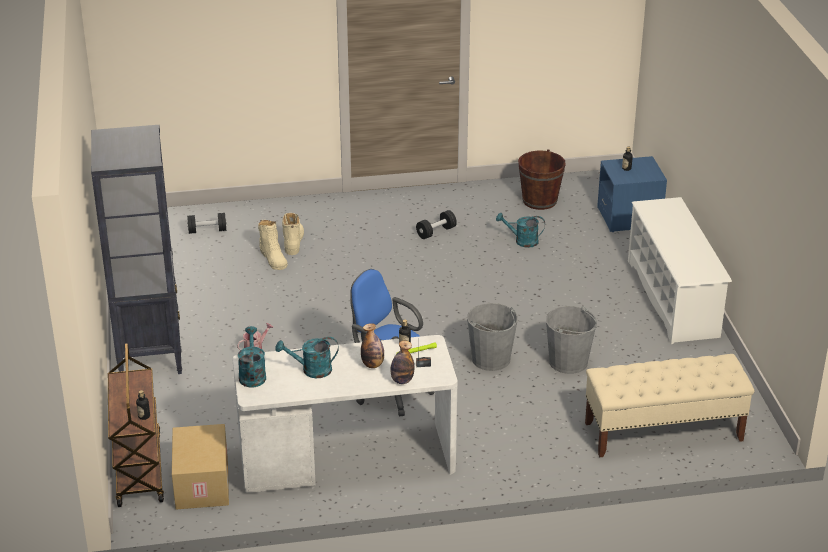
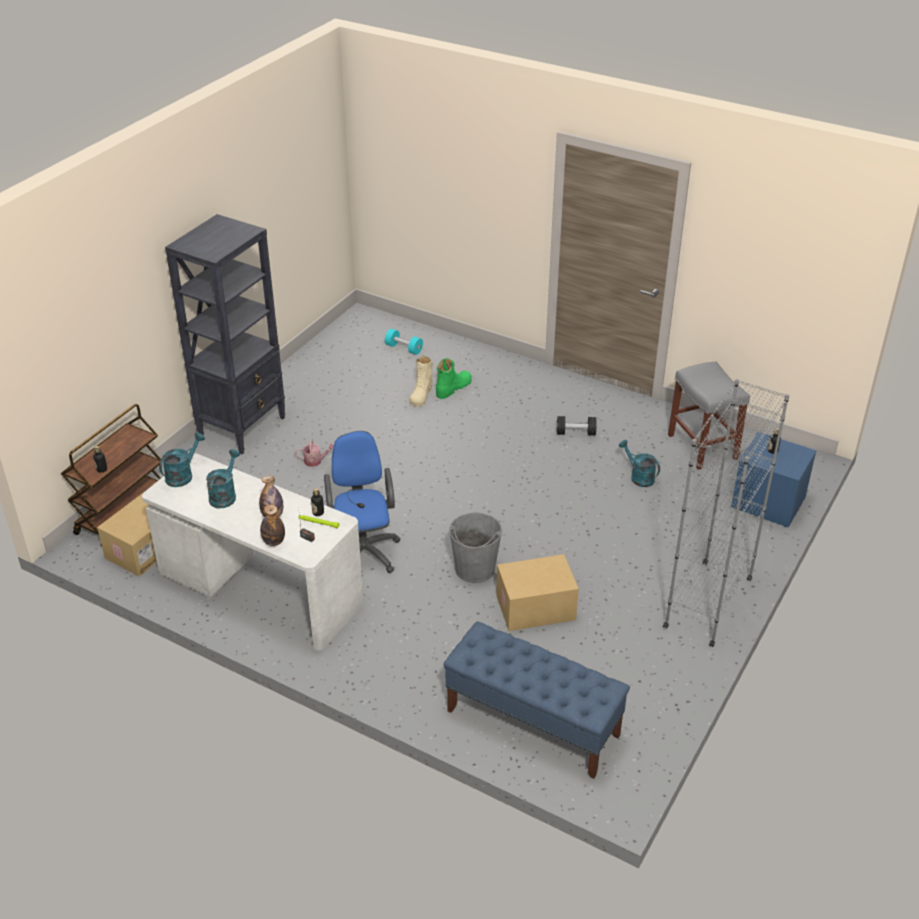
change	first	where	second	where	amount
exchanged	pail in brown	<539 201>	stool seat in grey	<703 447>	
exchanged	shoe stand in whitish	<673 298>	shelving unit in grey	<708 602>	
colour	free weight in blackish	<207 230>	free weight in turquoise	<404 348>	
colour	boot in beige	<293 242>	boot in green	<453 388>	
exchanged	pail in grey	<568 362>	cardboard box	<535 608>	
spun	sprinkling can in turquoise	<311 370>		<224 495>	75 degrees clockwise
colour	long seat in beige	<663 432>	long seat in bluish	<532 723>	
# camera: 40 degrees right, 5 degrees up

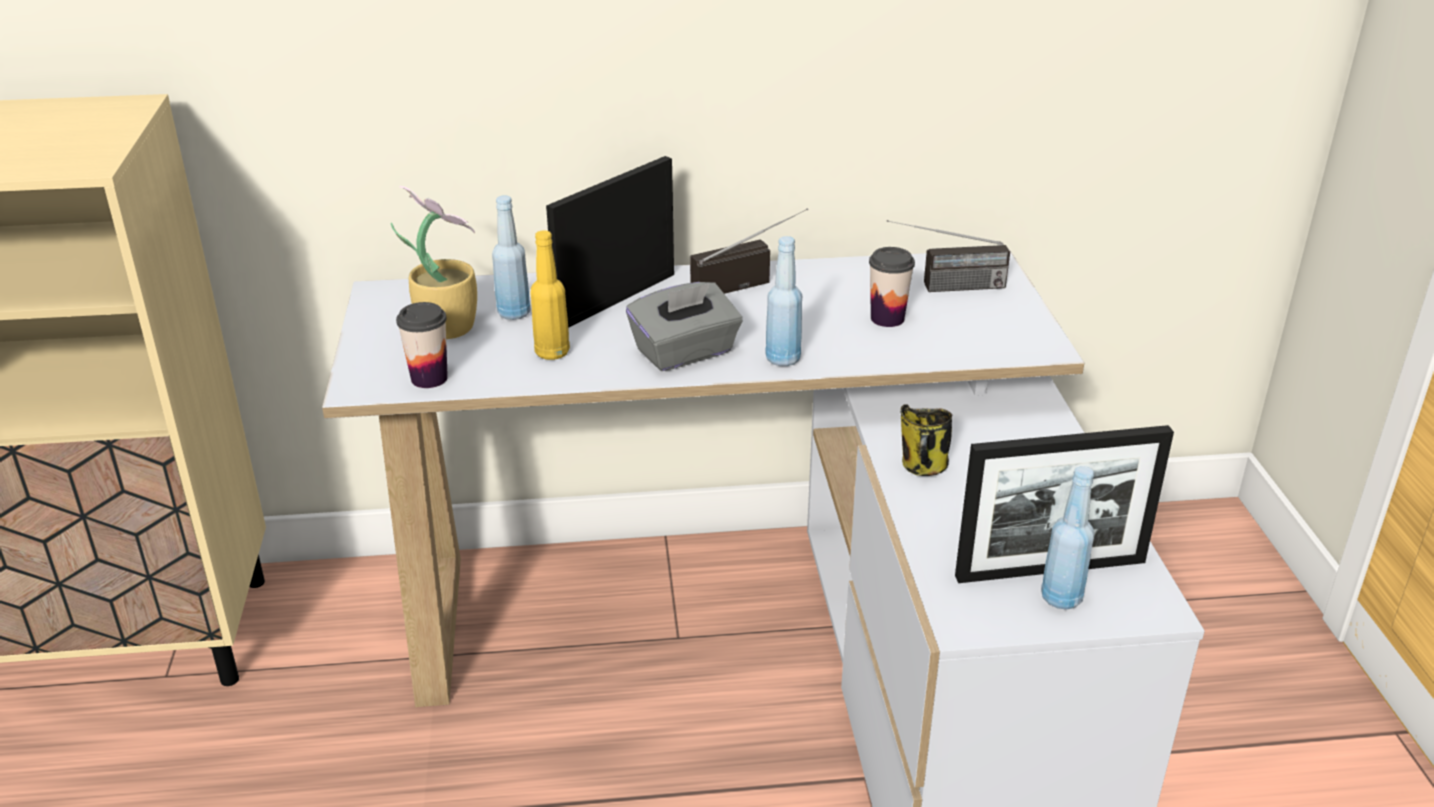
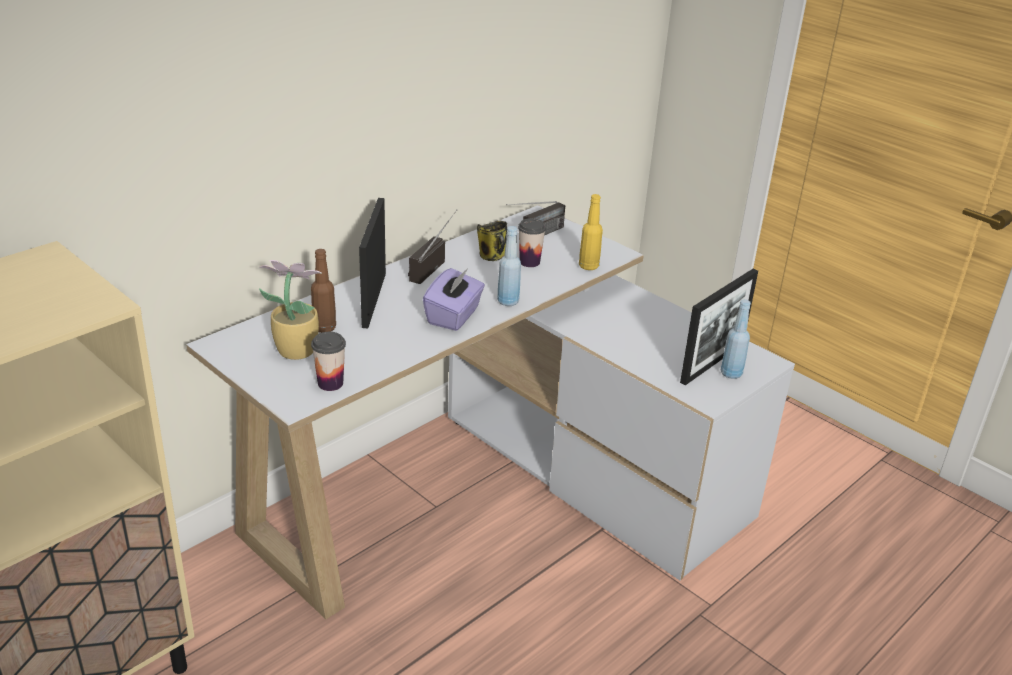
change	first	where	second	where	amount
colour	beverage bottle in bluish	<514 313>	beverage bottle in brown	<324 328>	
relocated	beverage bottle in yellowish	<552 353>		<588 266>	
colour	tissue holder in grey	<685 353>	tissue holder in purple	<454 316>	
relocated	mug	<924 467>		<493 257>	
# camera: 40 degrees left, 0 degrees up

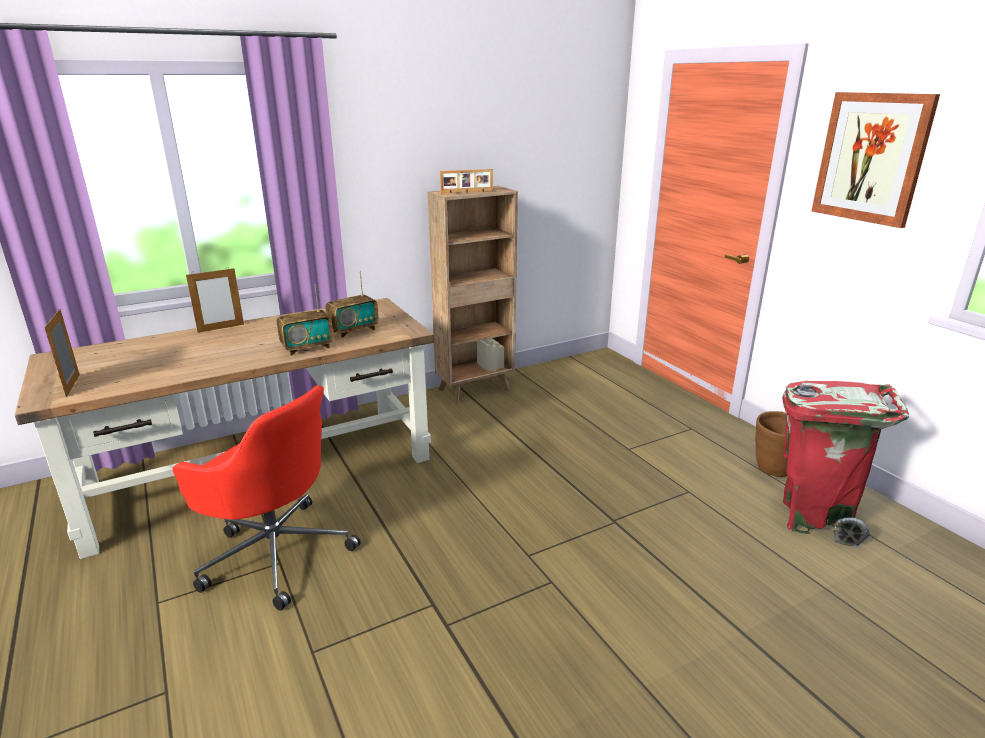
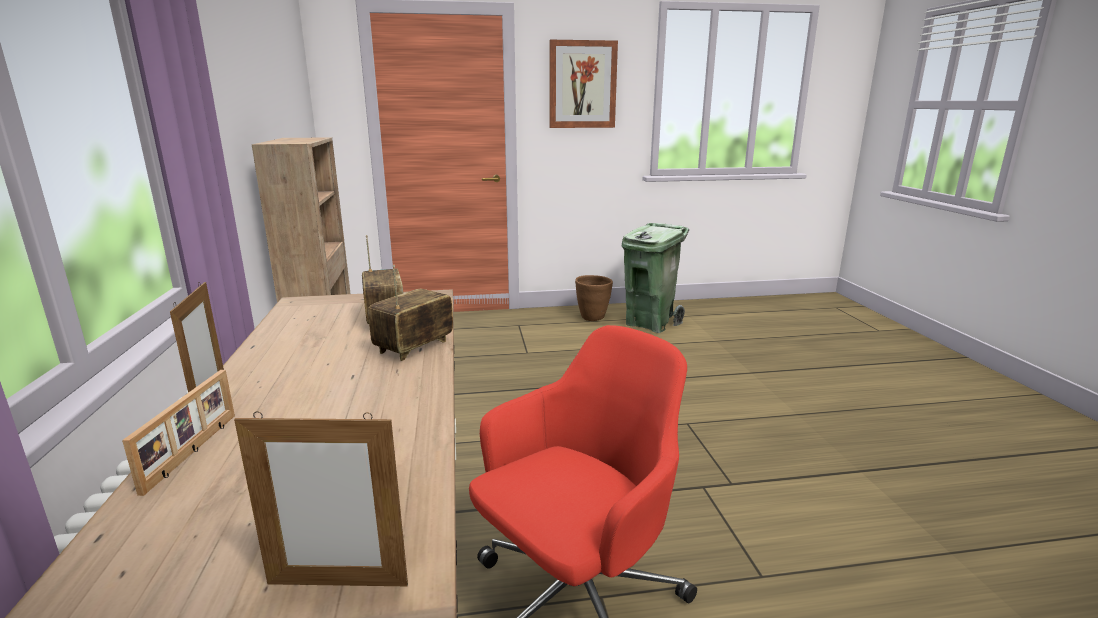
change	first	where	second	where	amount
relocated	picture frame	<467 192>		<193 451>	
spun	radio	<307 348>		<414 347>	135 degrees counterclockwise
colour	rubbish bin in red-coloured	<814 518>	rubbish bin in green	<650 323>	
# camera: 70 degrees left, 5 degrees down

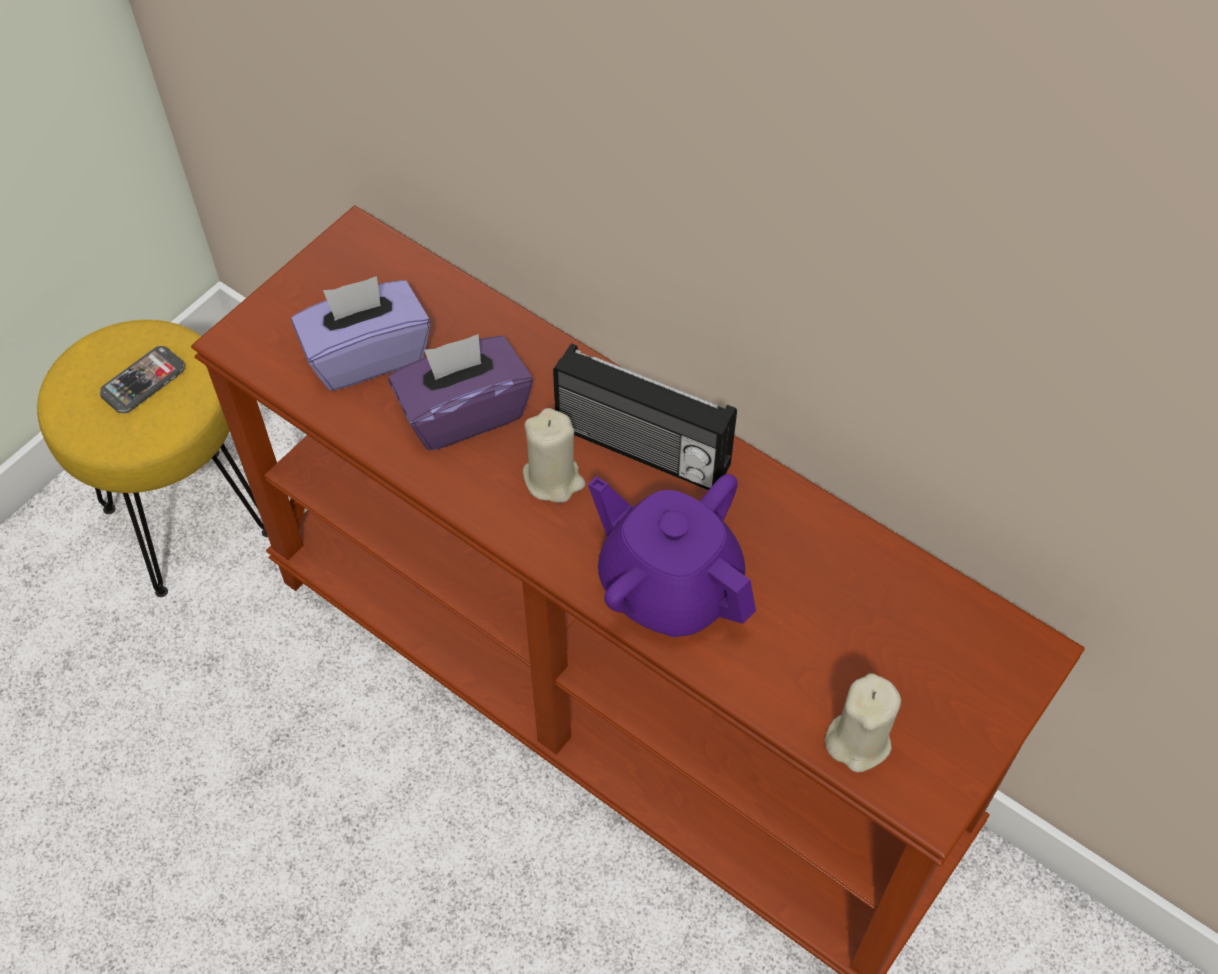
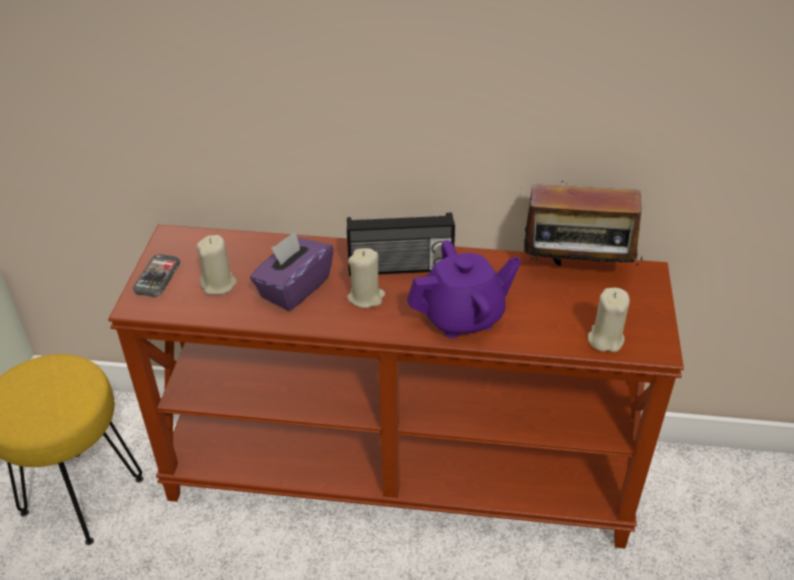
change	first	where	second	where	amount
exchanged	tissue holder in purple	<366 355>	wax candle in beige	<219 284>	
relocated	handset	<143 381>		<157 277>	
spun	pot for tea in purple	<669 586>		<463 317>	150 degrees clockwise
appeared			radio	<576 271>	
# camera: 30 degrees left, 15 degrees down

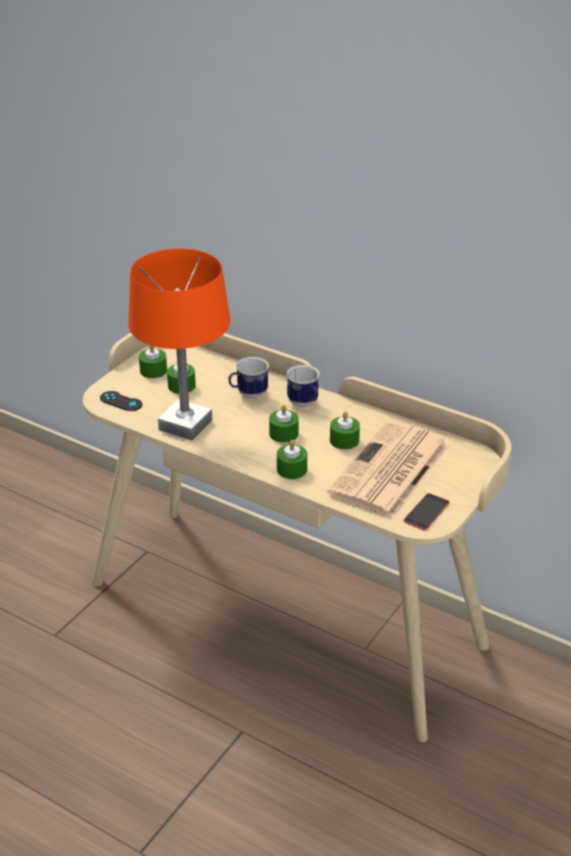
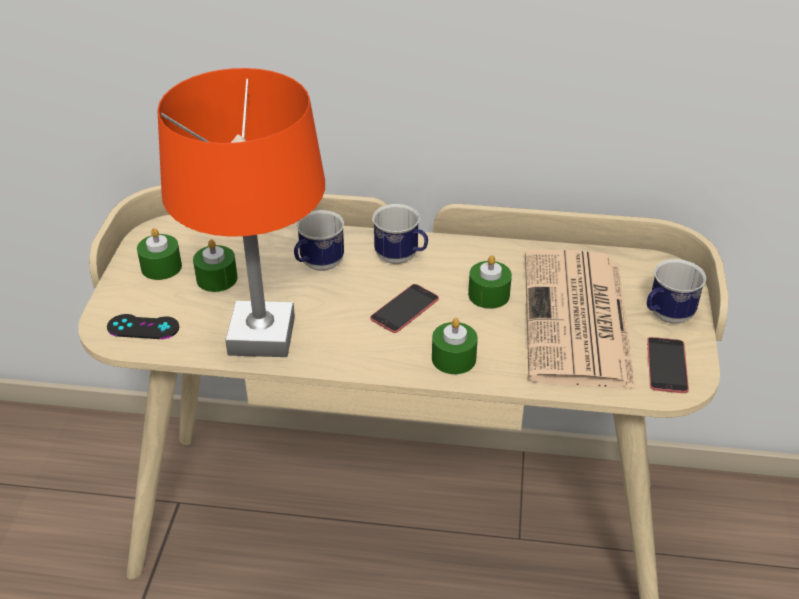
change	first	where	second	where	amount
exchanged	wax candle in green	<283 433>	handset	<404 309>	
appeared			mug	<665 317>	
# camera: 25 degrees left, 5 degrees up

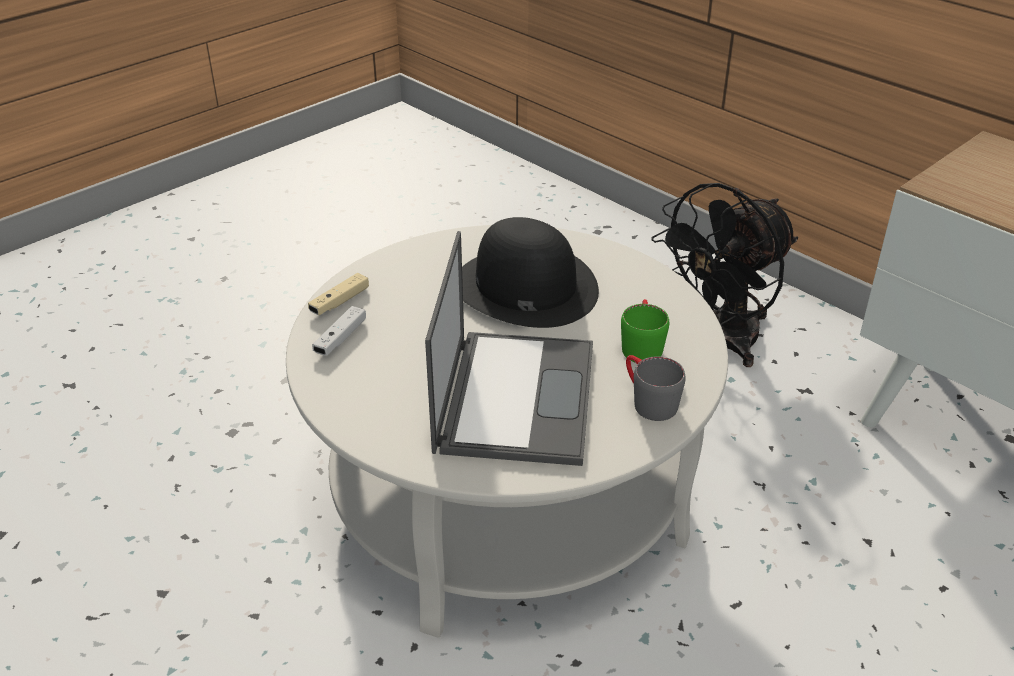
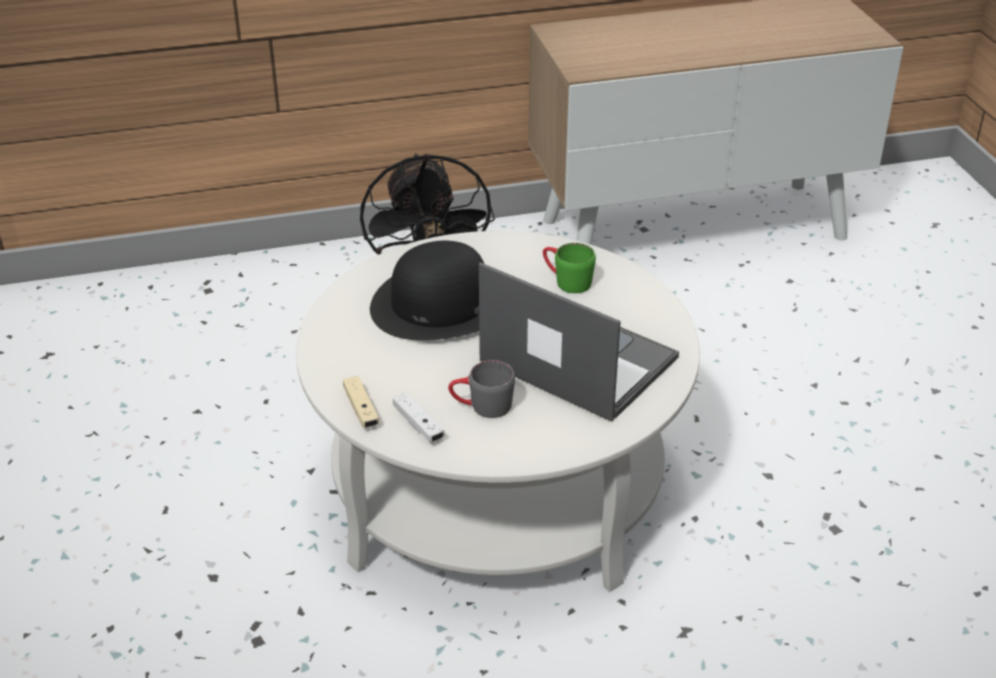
change	first	where	second	where	amount
relocated	mug in grey	<648 401>		<481 406>	
# camera: 60 degrees left, 0 degrees up

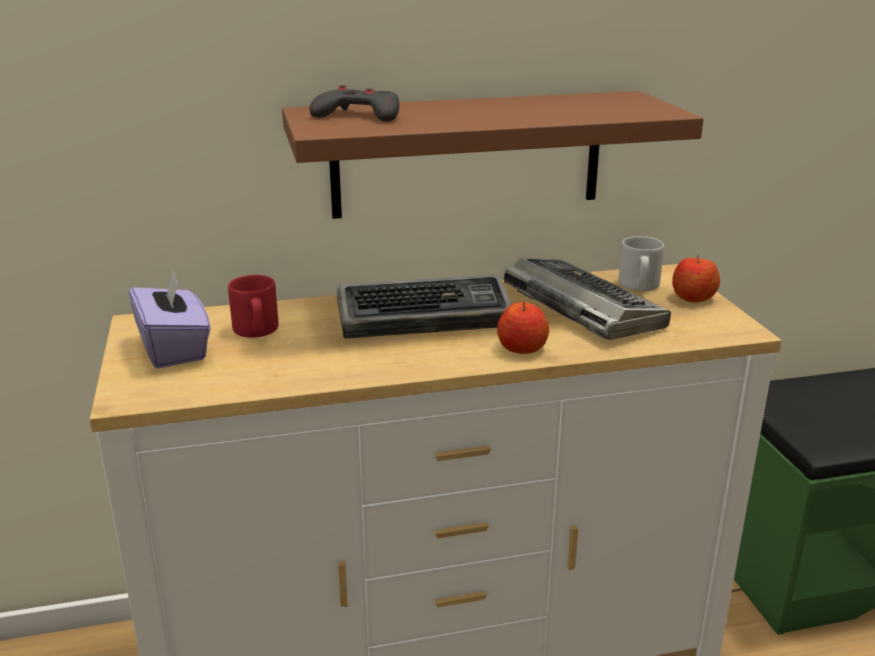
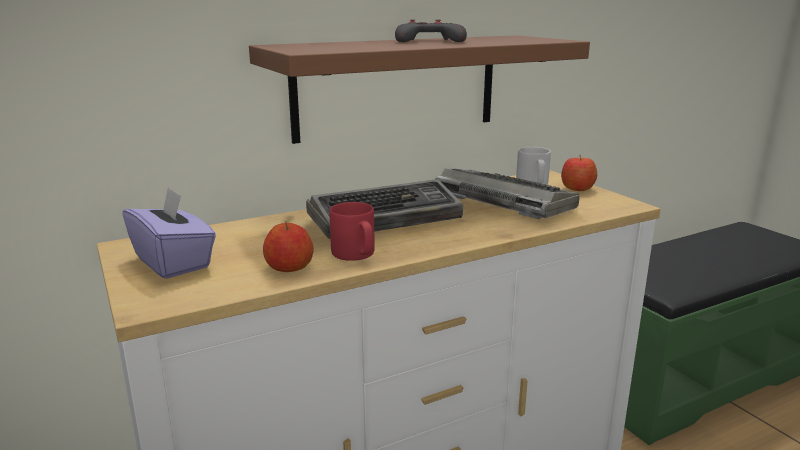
change	first	where	second	where	amount
relocated	joypad in grey	<358 115>		<429 41>	
relocated	mug in red-coloured	<256 331>		<355 255>	
relocated	apple	<522 348>		<289 267>	
# camera: 15 degrees left, 5 degrees down

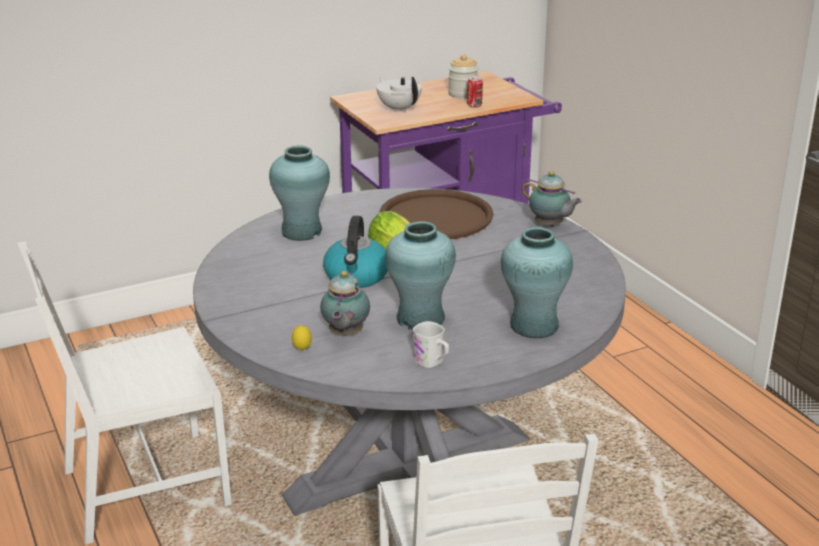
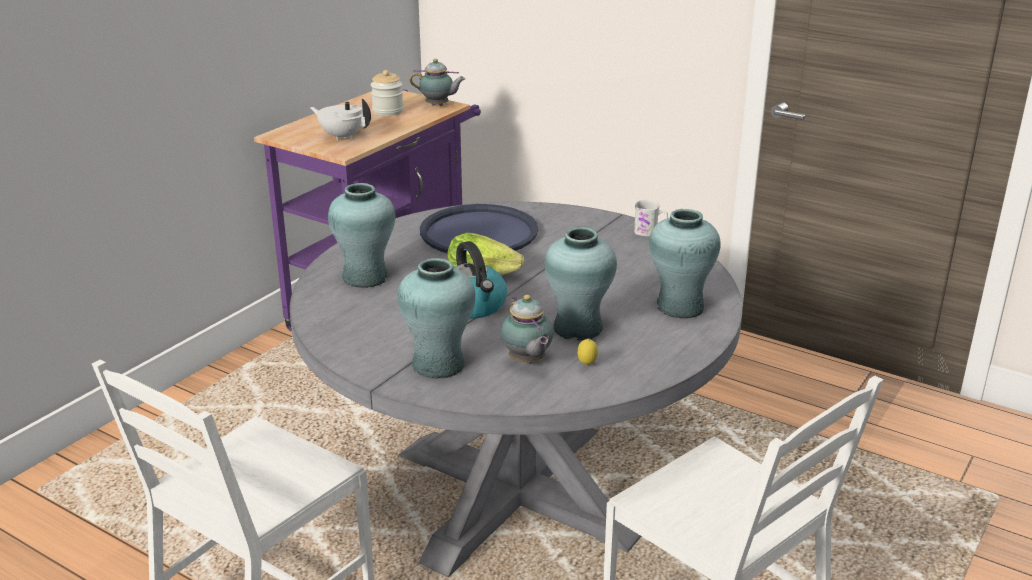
change	first	where	second	where	amount
missing	can	<474 106>			
relocated	pot for tea	<550 225>		<438 105>	
colour	tray in brown	<436 217>	tray in bluish	<479 232>	
relocated	mug in whitish	<432 362>		<650 232>	
relocated	lemon	<302 350>		<587 364>	
appeared			decorative vase in turquoise	<438 364>	
# camera: 30 degrees left, 0 degrees up

